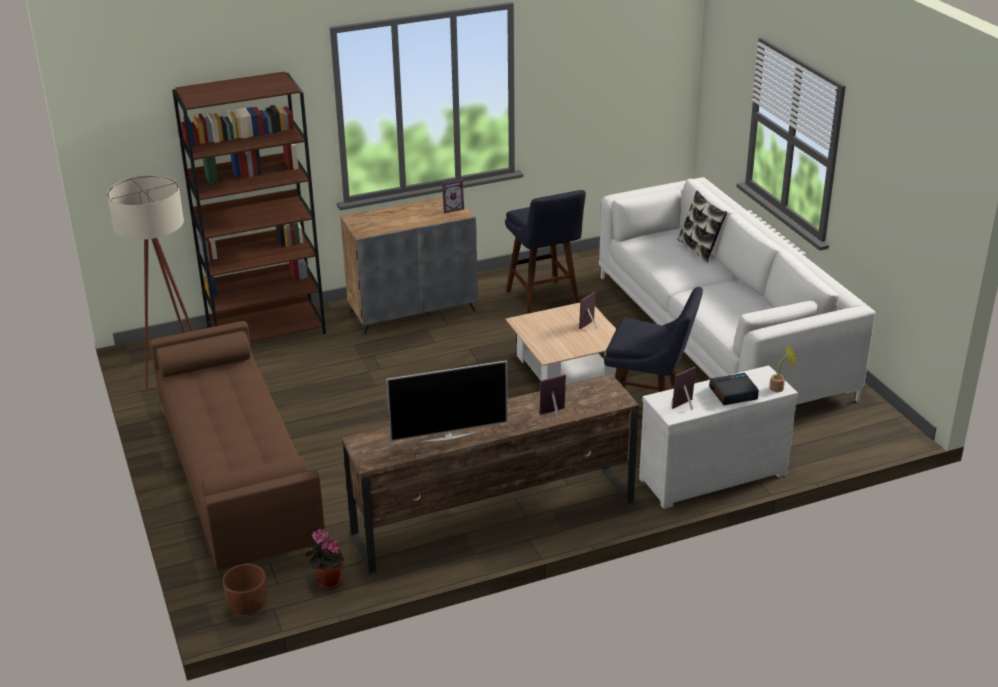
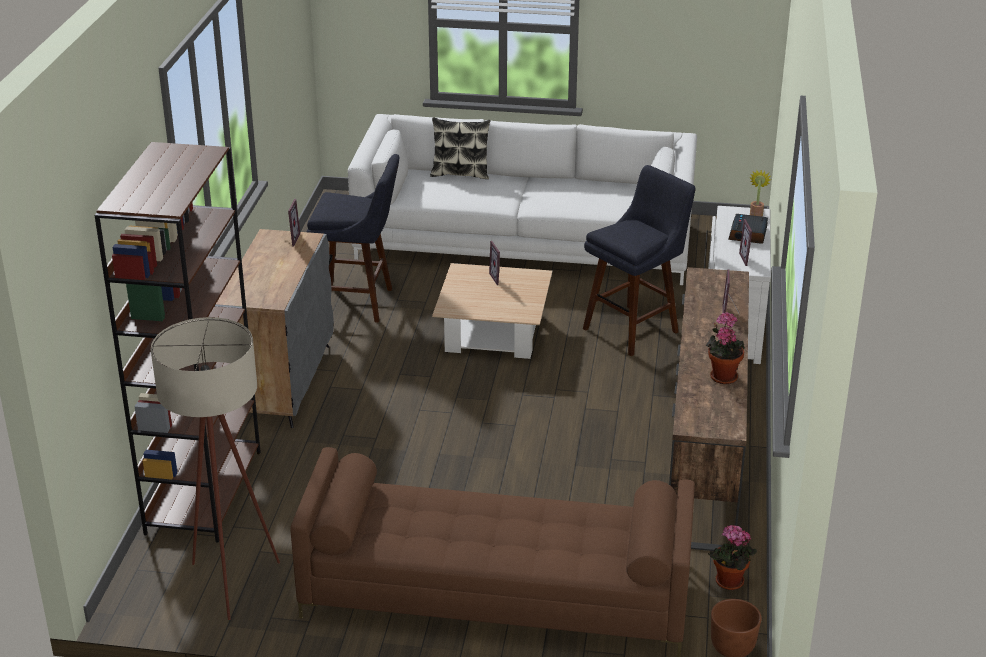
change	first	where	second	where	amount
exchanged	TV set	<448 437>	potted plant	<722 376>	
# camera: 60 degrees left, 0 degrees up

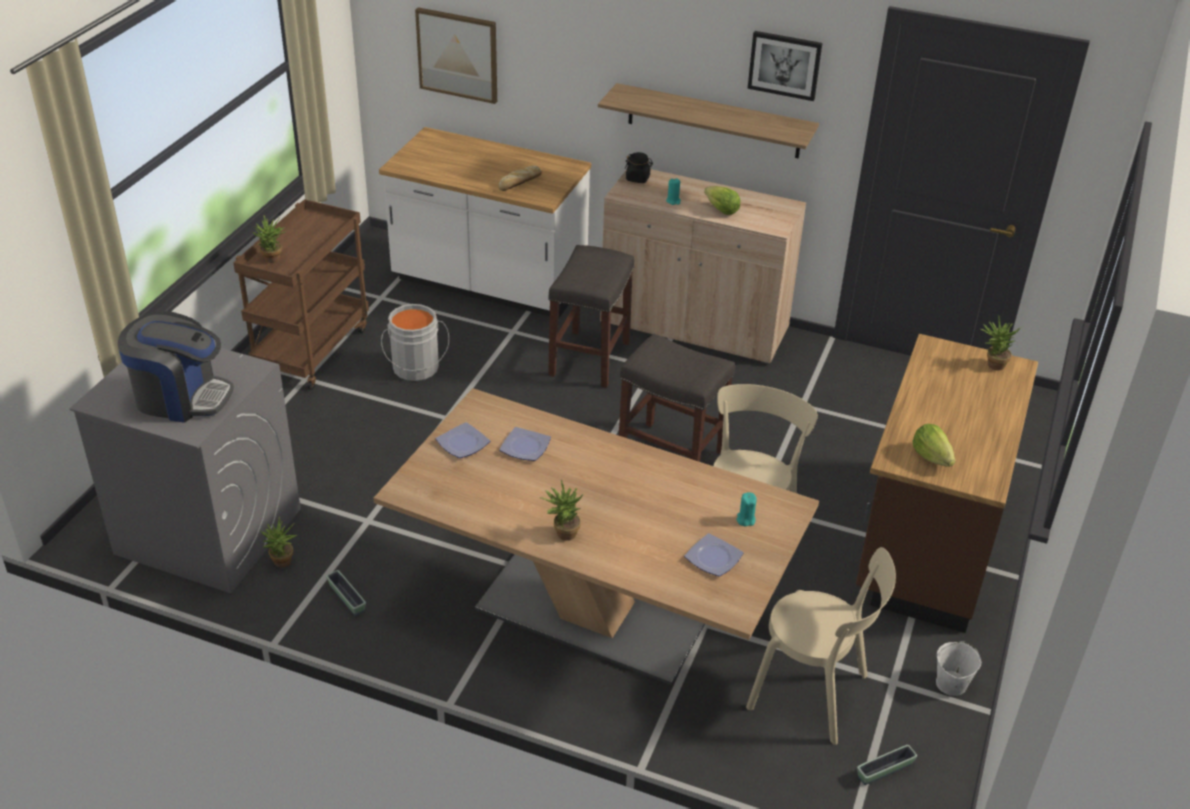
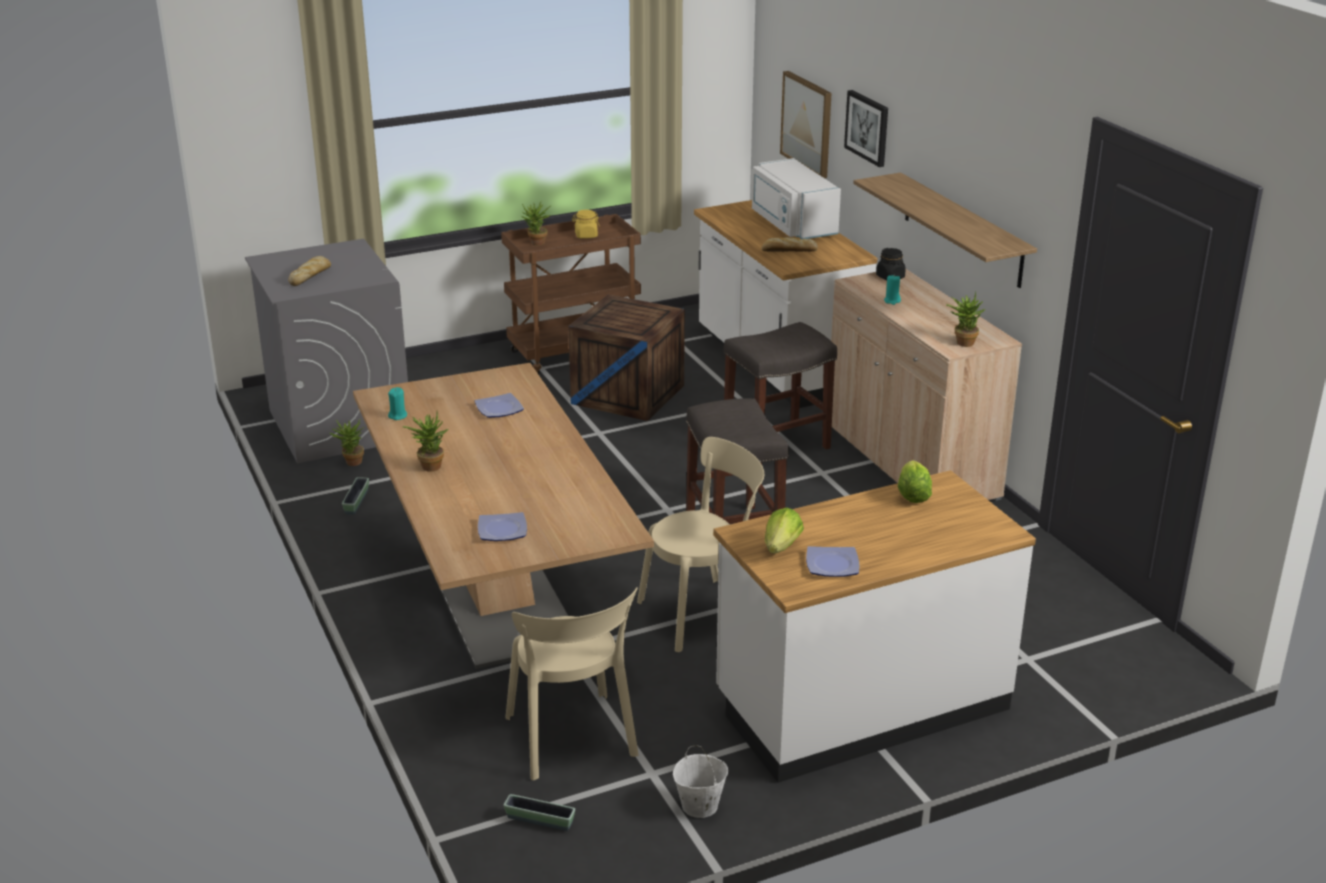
change	first	where	second	where	amount
relocated	wall picture	<785 65>		<868 127>	
relocated	lettuce	<721 210>		<912 495>	
exchanged	pail in grey	<416 369>	crate	<628 394>	
exchanged	coffee maker	<181 397>	bread	<310 275>	
relocated	potted plant	<992 365>		<962 342>	
colour	counter in brown	<926 541>	counter in whitish	<860 704>	
relocated	dinner plate	<463 443>		<833 564>	
relocated	wax candle in turquoise	<745 519>		<398 416>	
appeared			microwave oven in whitish	<791 224>	
appeared			storage jar in yellowish	<586 235>	
# camera: 45 degrees right, 10 degrees down

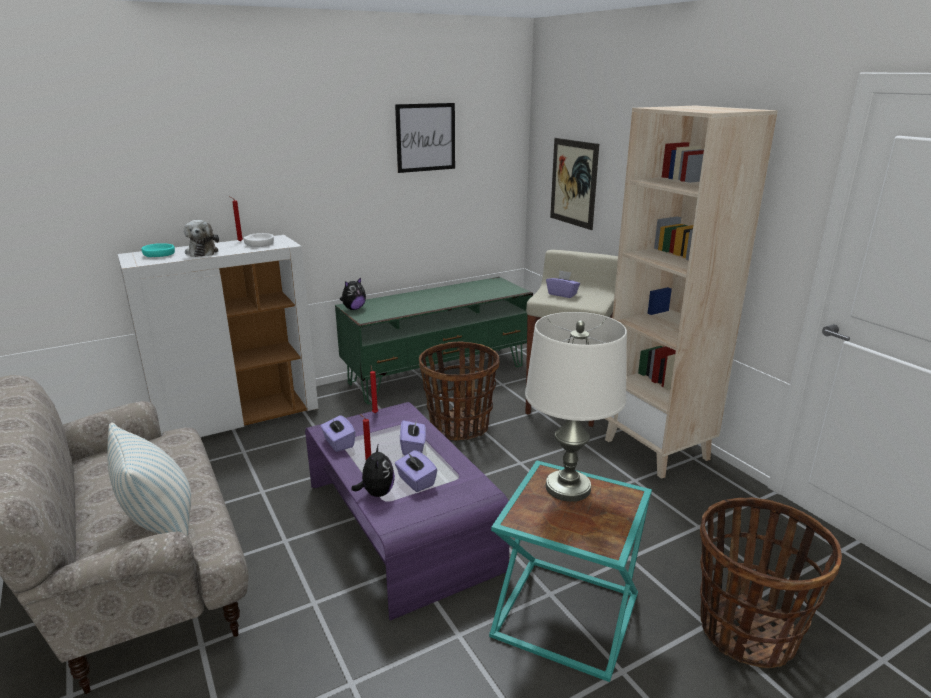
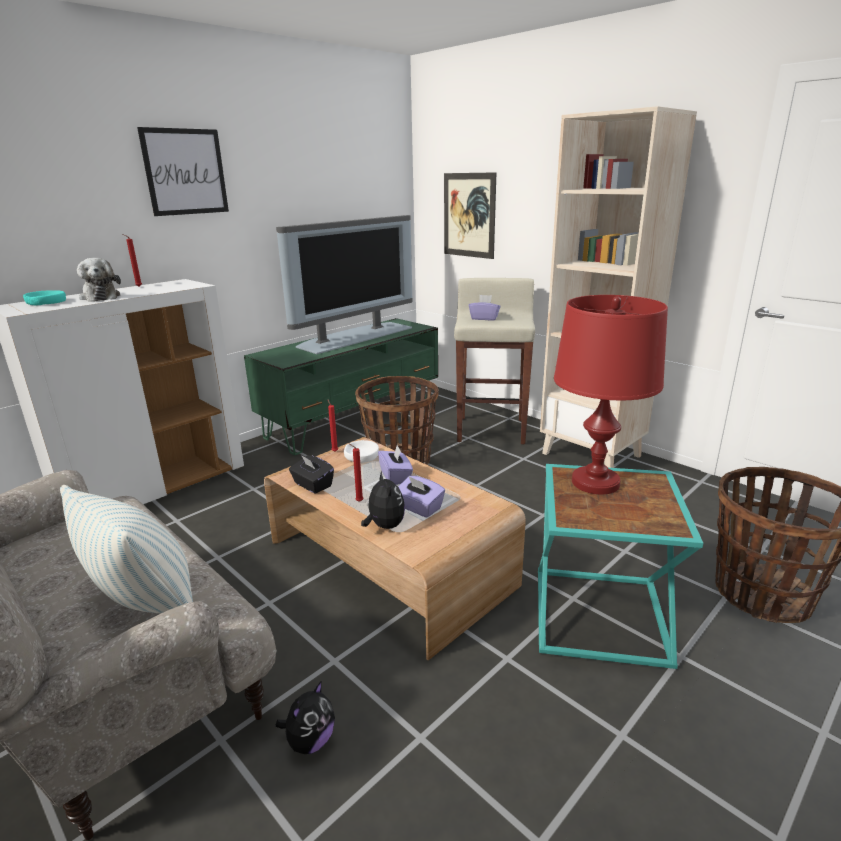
change	first	where	second	where	amount
relocated	wall picture	<425 137>		<185 172>	
relocated	serving bowl in whitish	<259 244>		<361 456>	
relocated	soft toy	<353 308>		<310 741>	
colour	tabletop lamp in whitish	<568 488>	tabletop lamp in red-coloured	<595 482>	
colour	lounge table in purple	<401 525>	lounge table in brown	<389 563>	
colour	tissue holder in purple	<338 443>	tissue holder in blackish	<312 485>	
appeared			TV set	<354 336>	
# camera: 15 degrees left, 0 degrees up

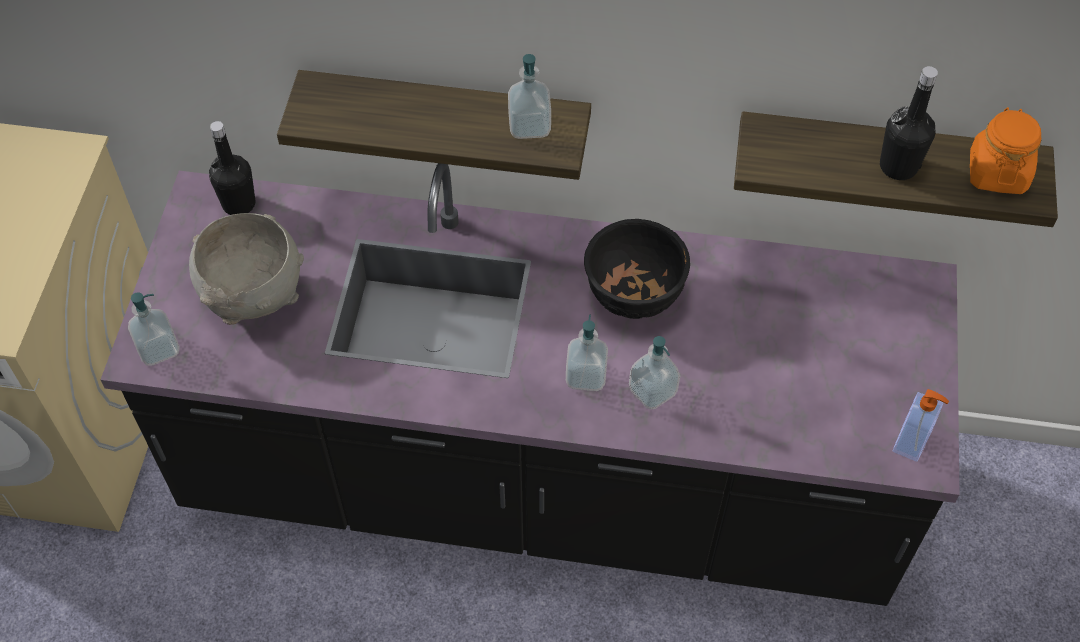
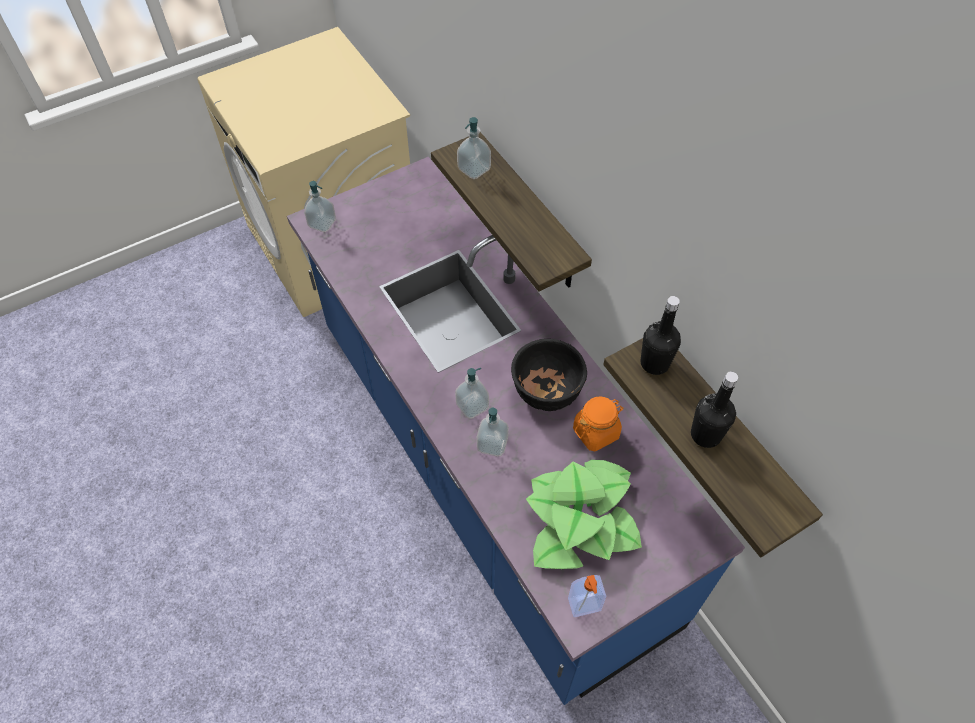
change	first	where	second	where	amount
relocated	liquid soap bottle	<529 126>		<474 169>	
relocated	storage jar in orange-coloured	<997 172>		<596 432>	
relocated	beverage bottle in blackish	<239 204>		<654 363>	
colour	counter in blackish	<540 483>	counter in bluish	<487 470>	
missing	serving bowl in grey	<255 298>			
appeared			potted plant	<581 520>	
# camera: 50 degrees right, 0 degrees up

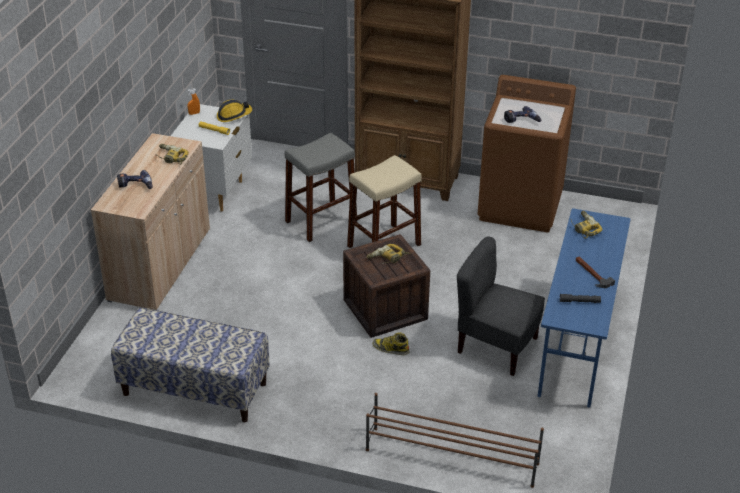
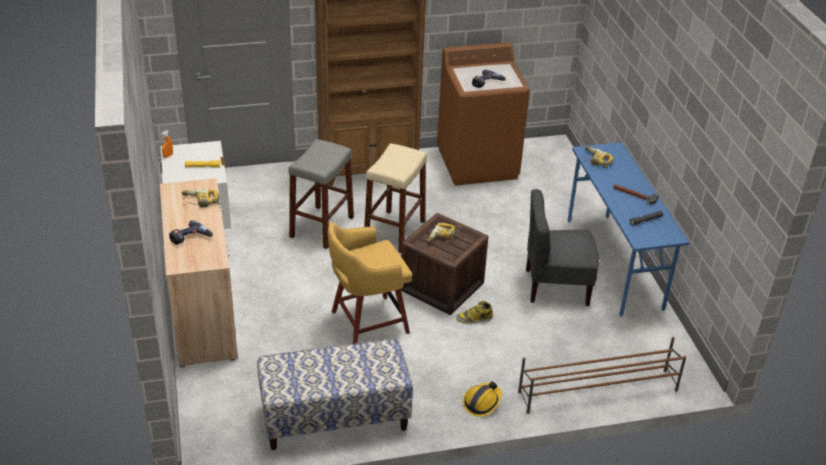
change	first	where	second	where	amount
relocated	work helmet	<233 115>		<482 402>	
appeared			stool seat in yellowish	<367 322>	
# camera: 30 degrees left, 0 degrees up

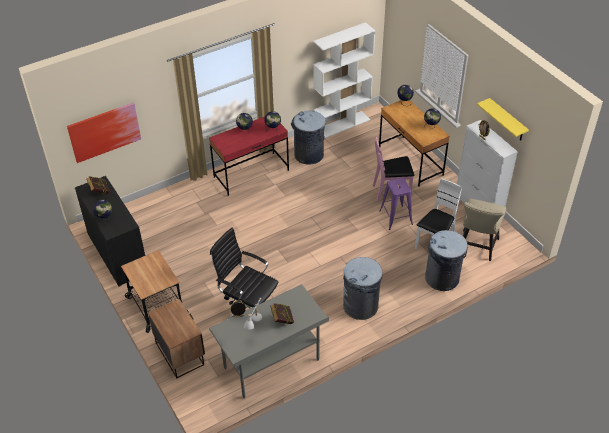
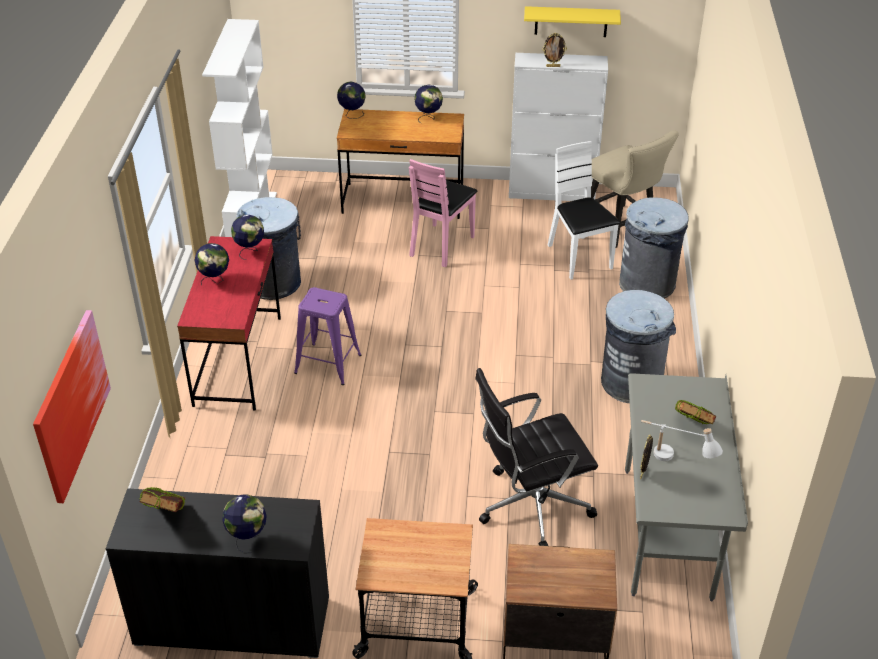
change	first	where	second	where	amount
relocated	stool seat in purple	<396 217>		<328 364>	
# camera: 55 degrees left, 5 degrees down

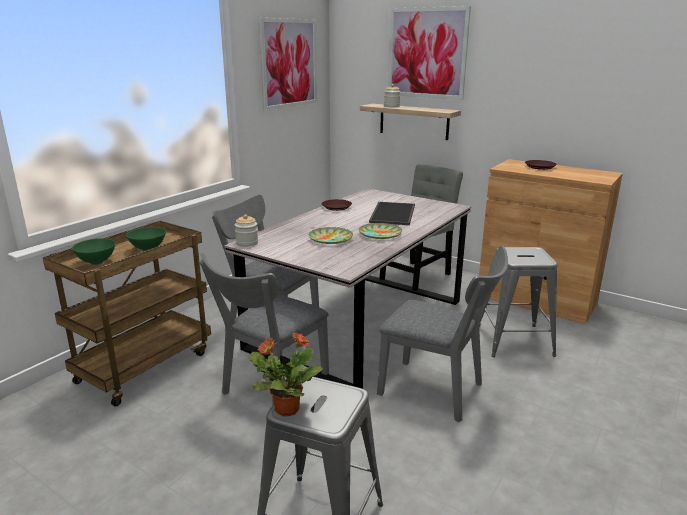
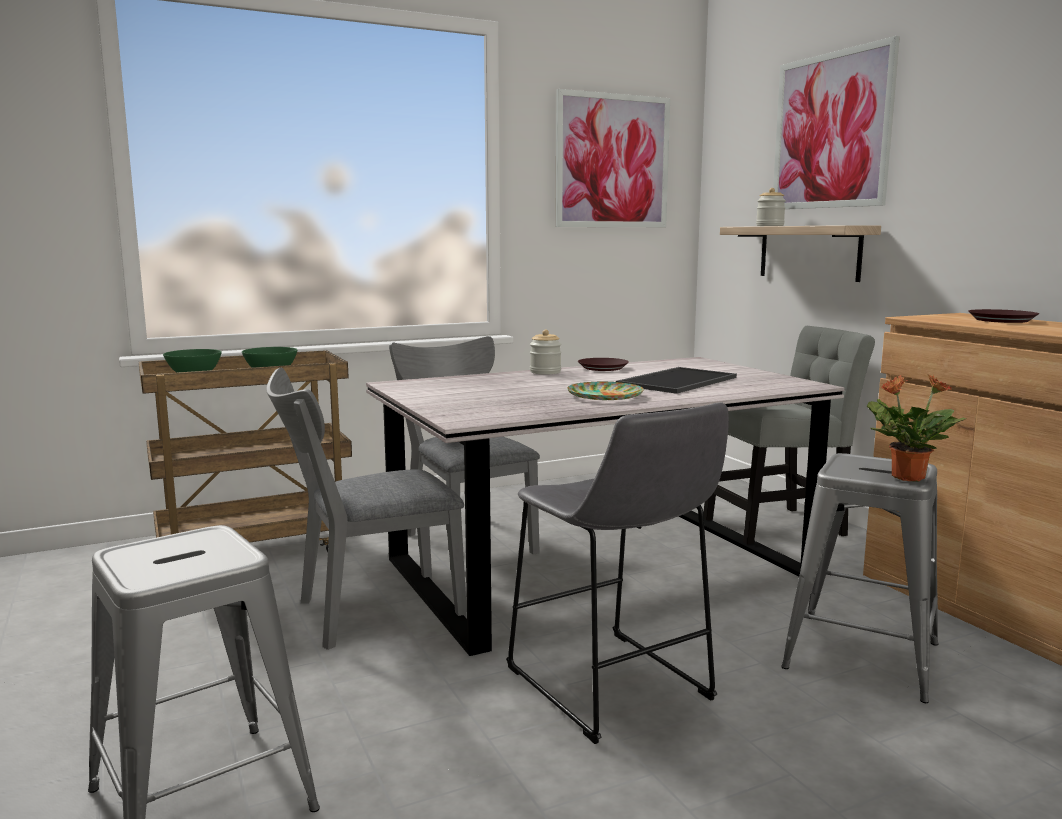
change	first	where	second	where	amount
relocated	storage jar	<247 243>		<545 372>	
missing	dinner plate	<331 239>			
exchanged	plain chair in grey	<438 391>	stool seat in grey	<613 689>	
relocated	potted plant	<286 409>		<906 477>	
# camera: 30 degrees right, 10 degrees down

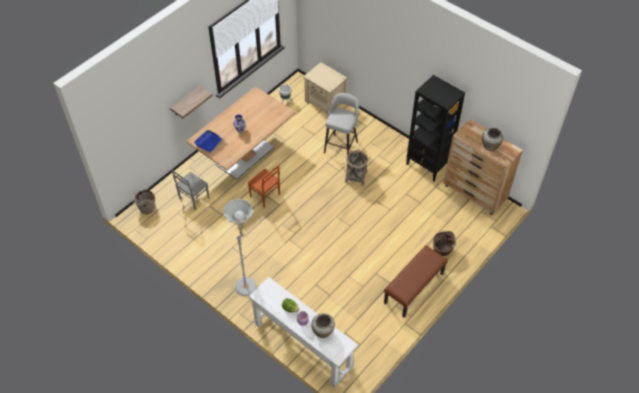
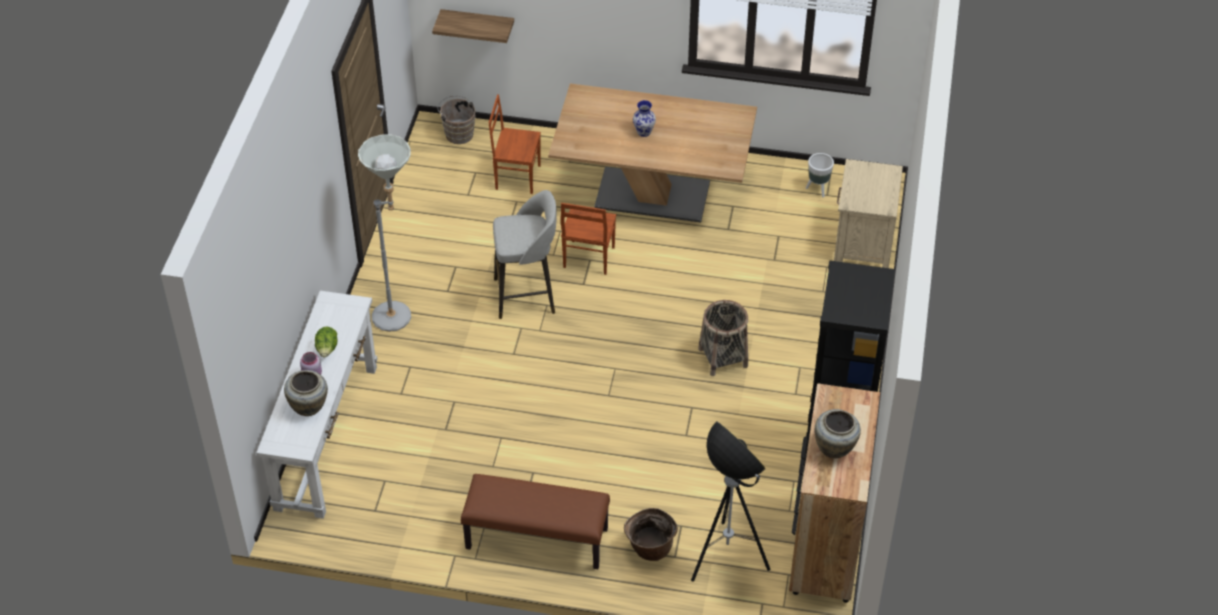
change	first	where	second	where	amount
relocated	bracket shelf	<185 101>		<478 24>	
relocated	stool seat in grey	<341 146>		<527 296>	
missing	tray in bluish	<208 142>			
colour	plain chair in grey	<193 198>	plain chair in brown	<517 176>	
appeared			floor lamp	<725 559>	
# camera: 60 degrees right, 5 degrees down

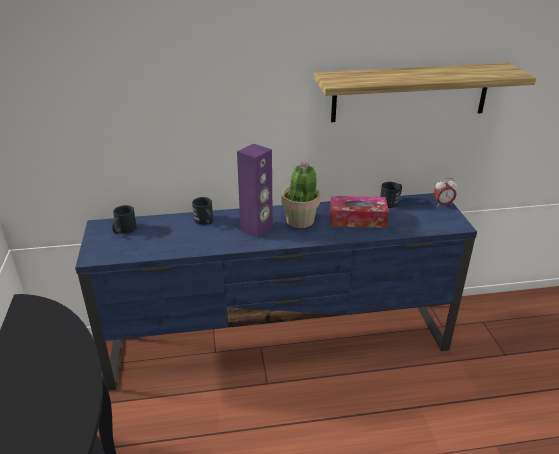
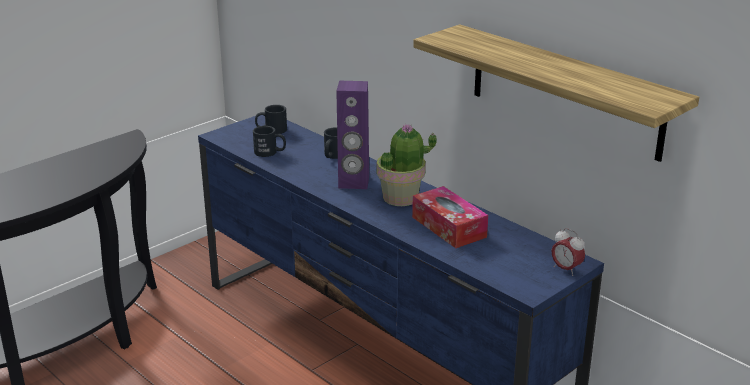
change	first	where	second	where	amount
relocated	mug in blackish	<391 201>		<270 152>	
# camera: 55 degrees right, 5 degrees down

